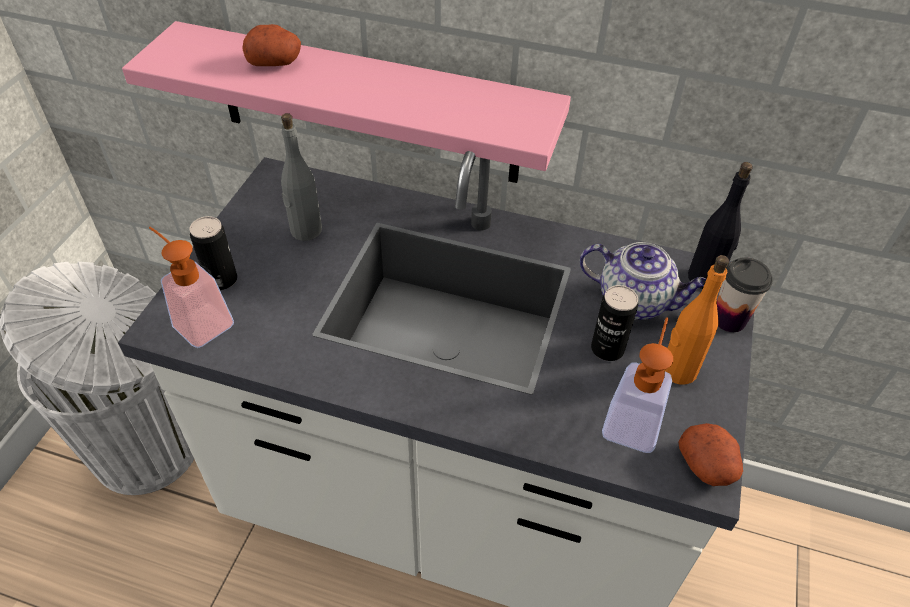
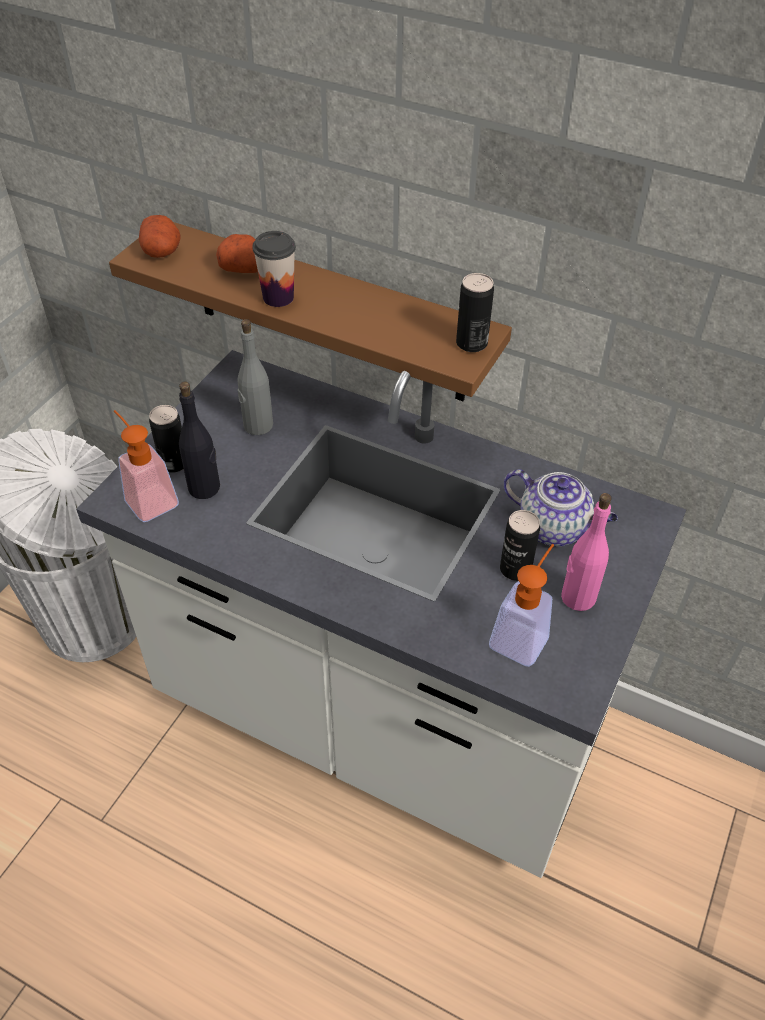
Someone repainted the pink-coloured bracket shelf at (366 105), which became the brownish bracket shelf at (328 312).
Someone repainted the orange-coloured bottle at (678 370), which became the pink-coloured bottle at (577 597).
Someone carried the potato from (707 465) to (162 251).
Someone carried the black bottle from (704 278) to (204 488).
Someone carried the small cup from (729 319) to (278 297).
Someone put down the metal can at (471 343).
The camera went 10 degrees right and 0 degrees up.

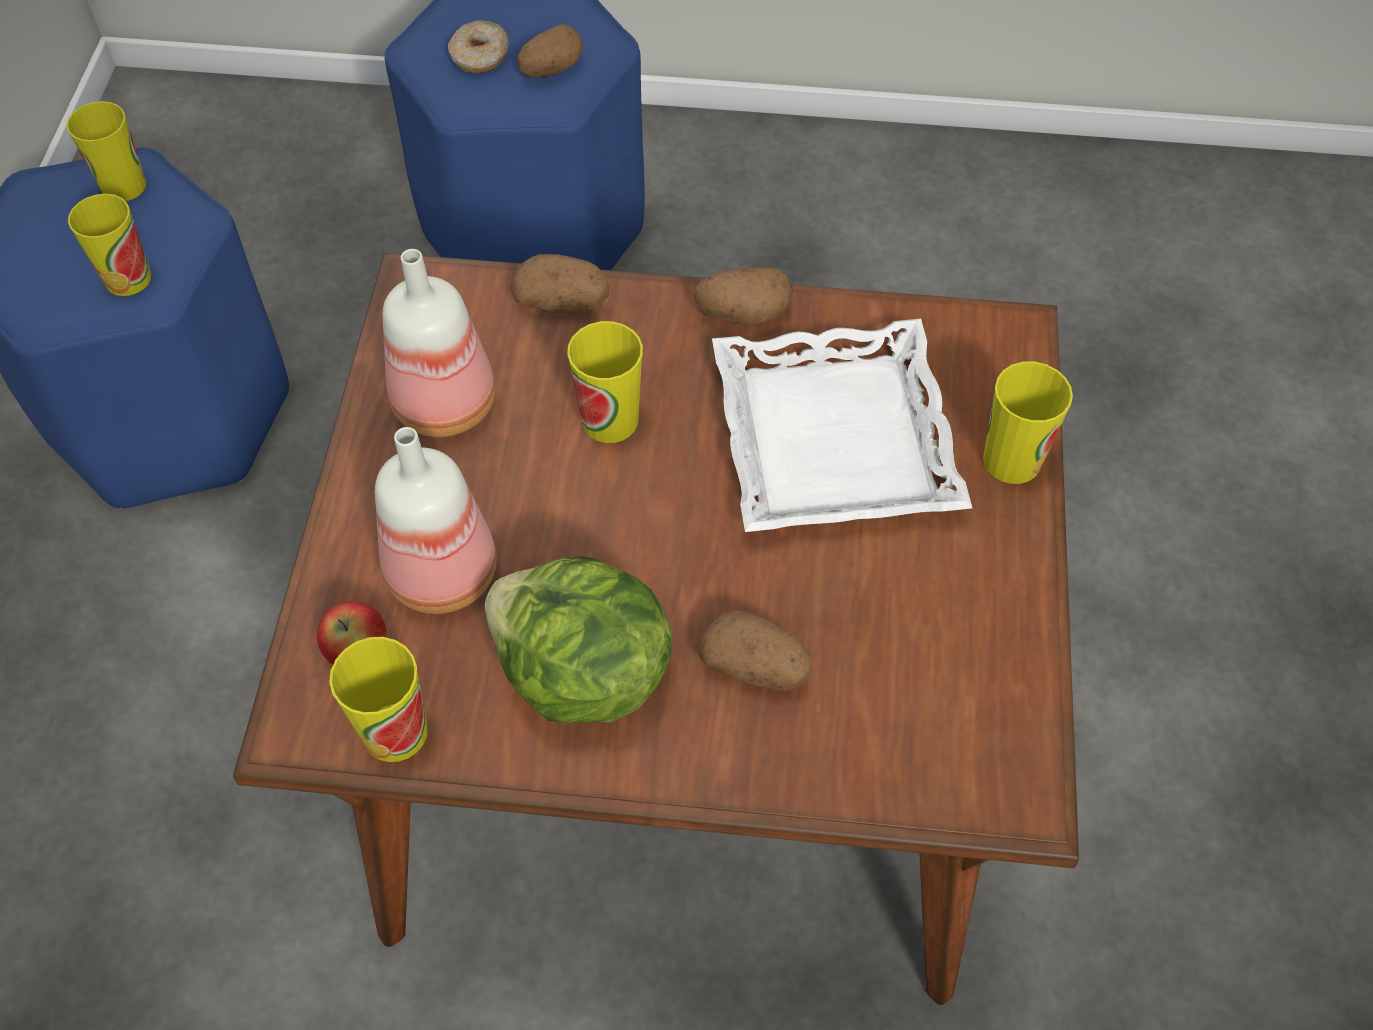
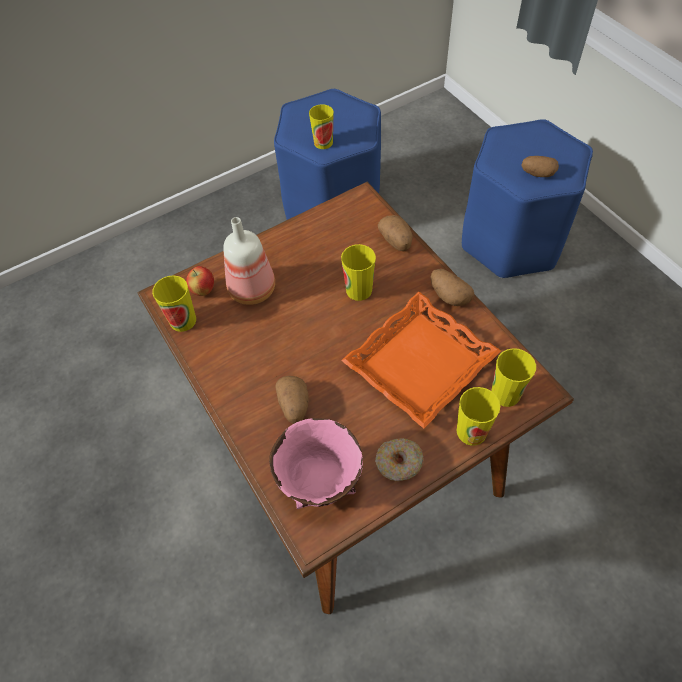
Someone carried the small cup from (124 186) to (505 393).
Someone took away the bottle at (444 401).
Someone carried the donut from (480 57) to (398 463).
Someone took away the lettuce at (582 675).
Someone repainted the white-coloured carrying tray at (832 438), which became the orange-coloured carrying tray at (419 362).
Someone put down the pink-coloured serving bowl at (321 482).
The camera went 55 degrees right and 0 degrees up.

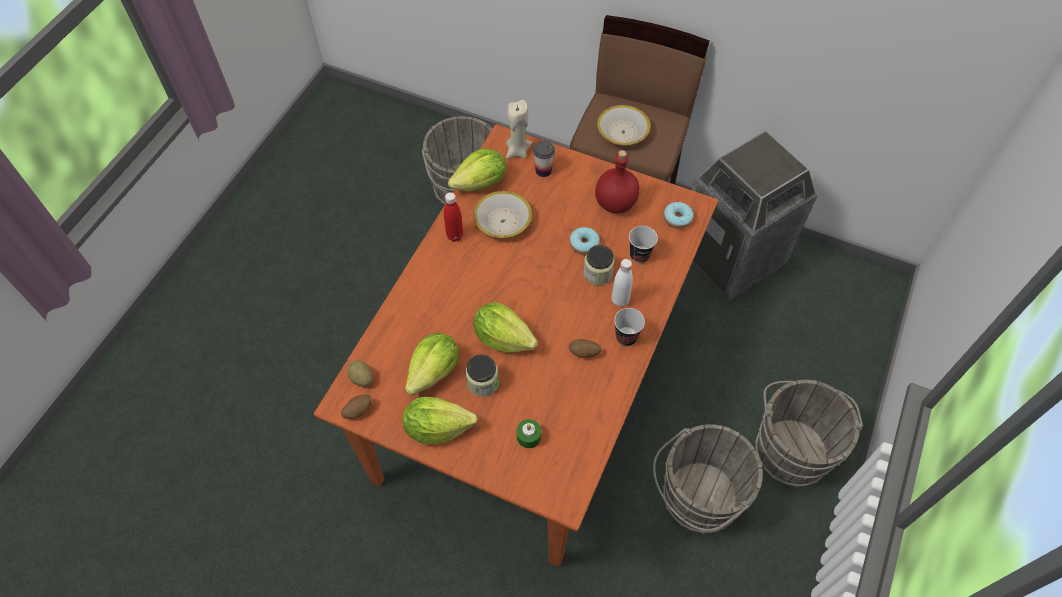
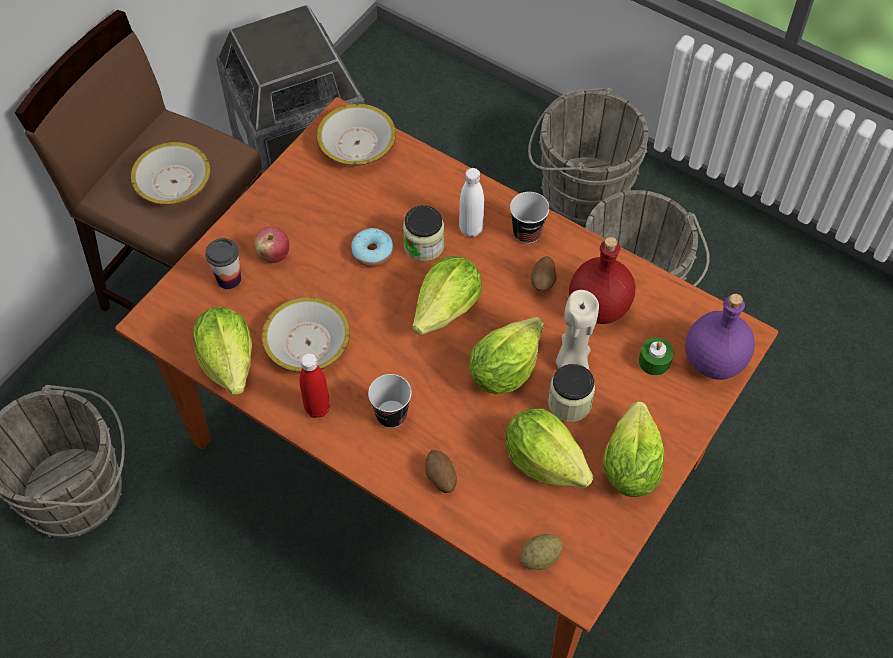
Someone carried the potato from (358 411) to (440 478).
Someone carried the sand-coloured wax candle from (517 151) to (572 358).
Someone carried the reddish bottle from (616 203) to (598 306).
Someone carried the small cup from (640 255) to (391 415).
Someone swapped the donut at (677 218) for the serving bowl at (357 144).
Someone put down the apple fruit at (273 255).
Someone put down the lettuce at (447 309).
Someone put down the purplish bottle at (712 361).
The camera went 80 degrees left and 0 degrees up.

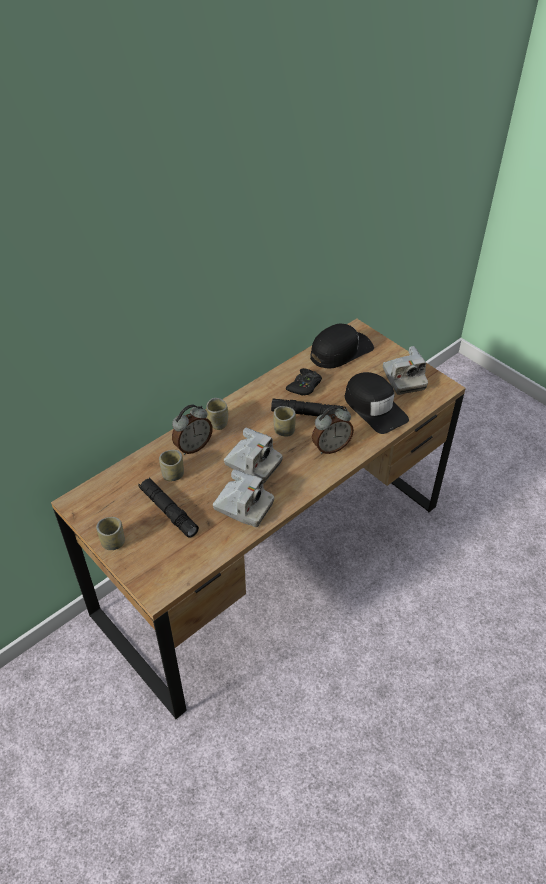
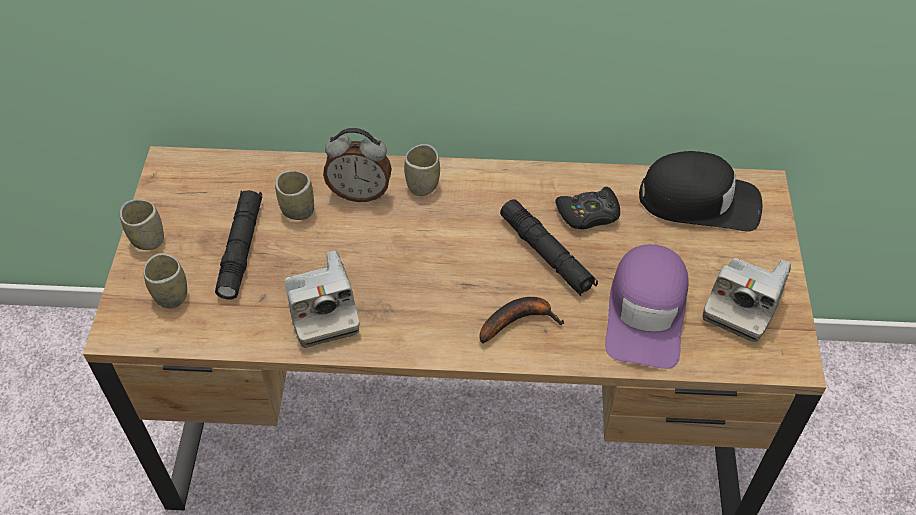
Someone took away the still camera at (253 464).
Someone carried the small cup from (284 430) to (171 295).
Someone swapped the alarm clock at (330 447) for the banana at (518 320).
Someone repainted the black baseball cap at (374 407), which became the purplish baseball cap at (646 313).
The camera went 45 degrees right and 5 degrees up.

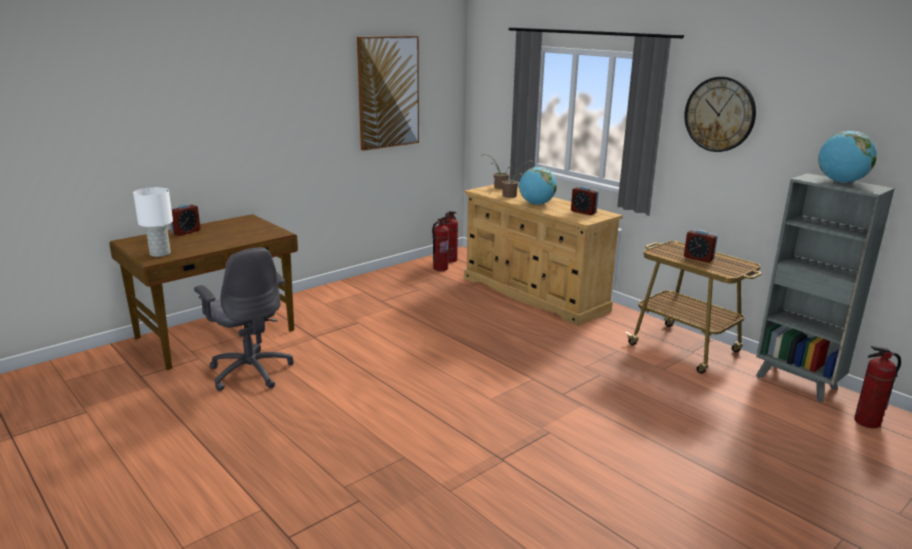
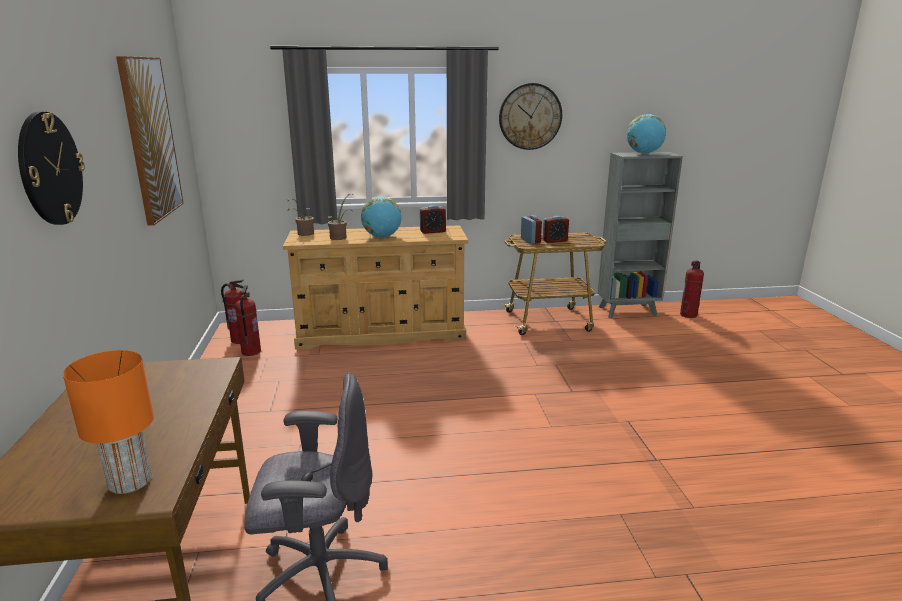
Someone repainted the white-coloured table lamp at (159 253), which became the orange-coloured table lamp at (128 482).
Someone carried the alarm clock from (186 232) to (530 241).
Someone put up the clock on the wall at (50 169).
The camera went 55 degrees left and 0 degrees up.

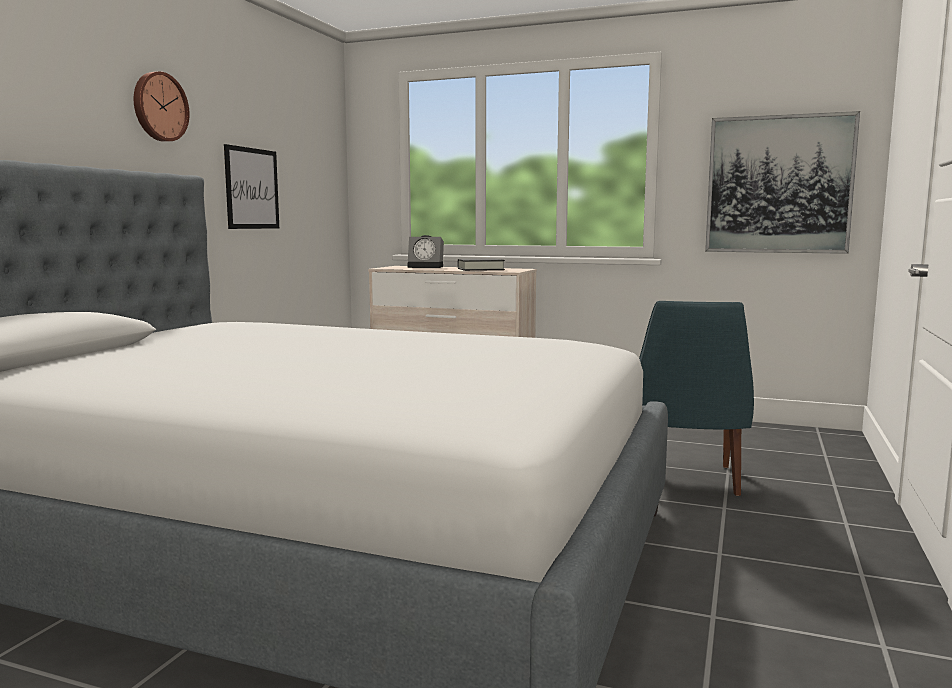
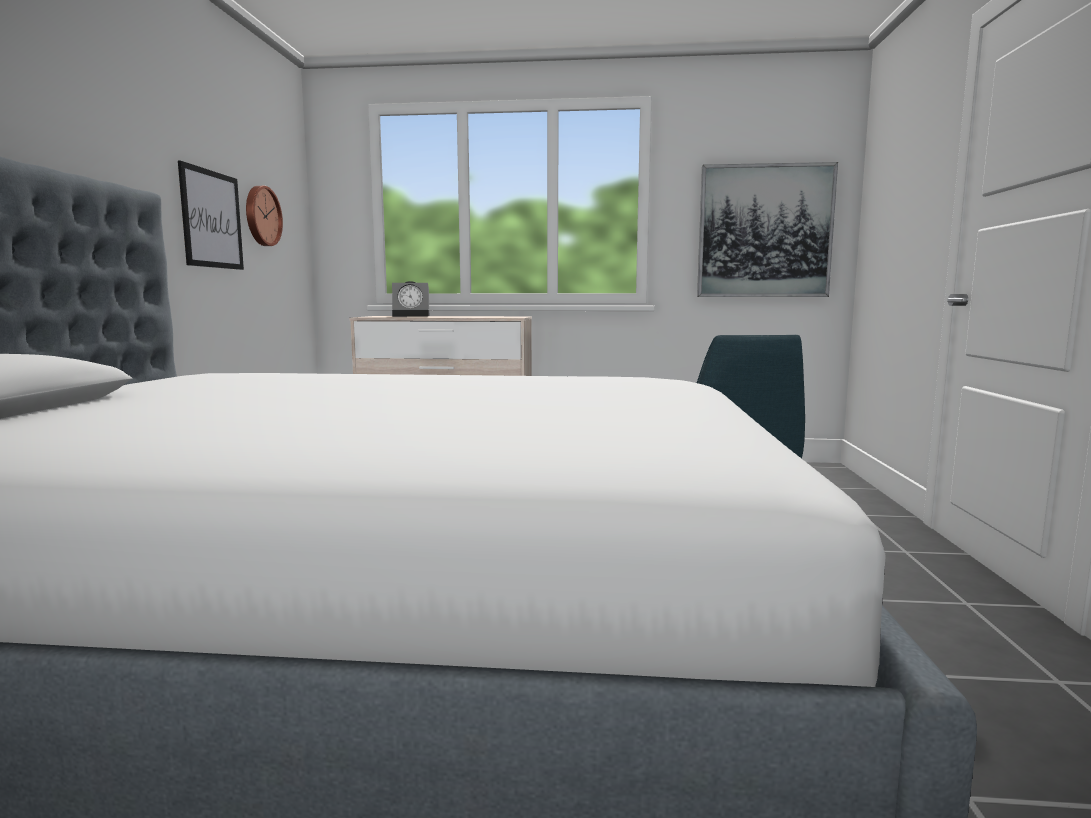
Someone carried the clock on the wall from (159 107) to (261 216).
Someone took away the black bound book at (480 269).
The camera went 15 degrees left and 0 degrees up.

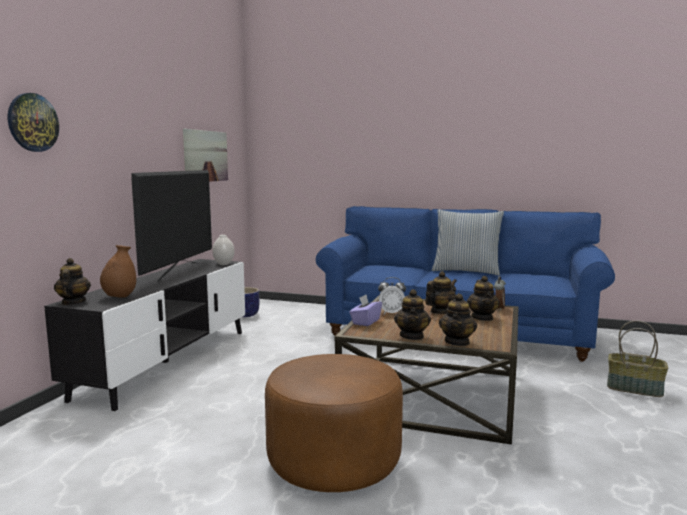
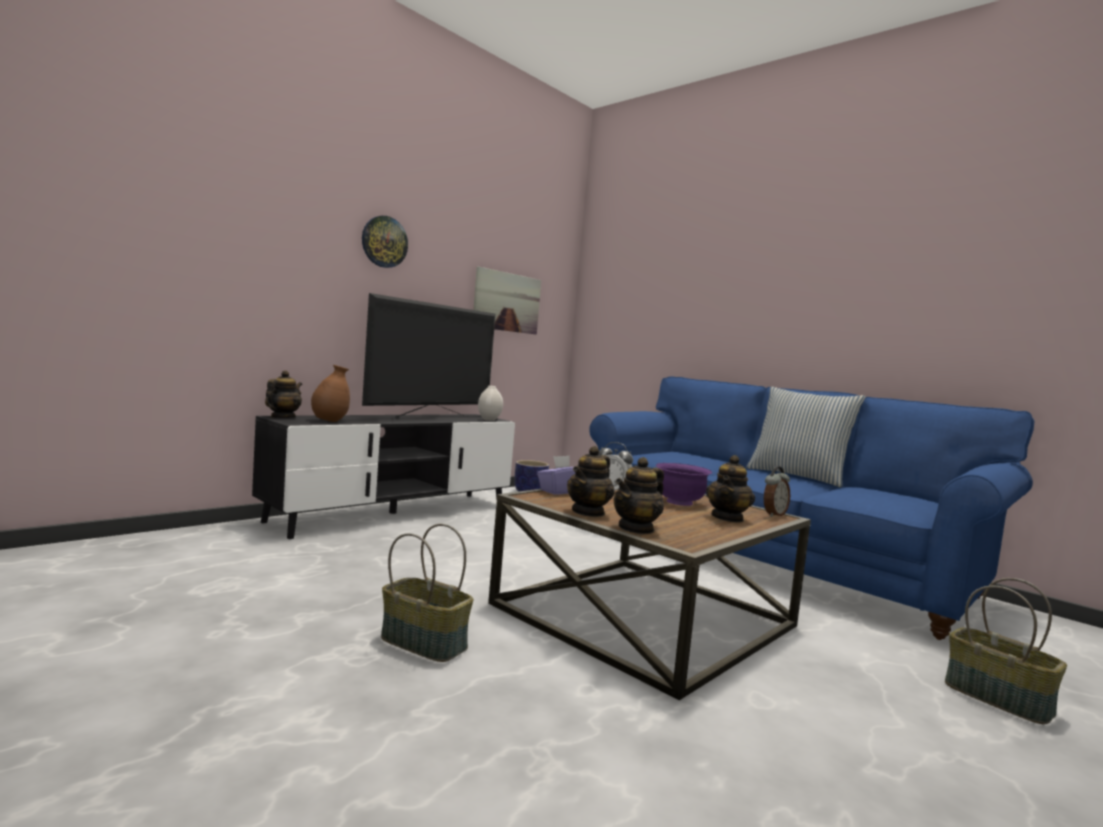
Someone carried the clock on the wall from (32 122) to (384 242).
Someone swapped the brownish ottoman at (334 460) for the household basket at (425 642).
Someone swapped the pot for tea at (440 312) for the purplish serving bowl at (679 502).
The camera went 25 degrees right and 5 degrees down.

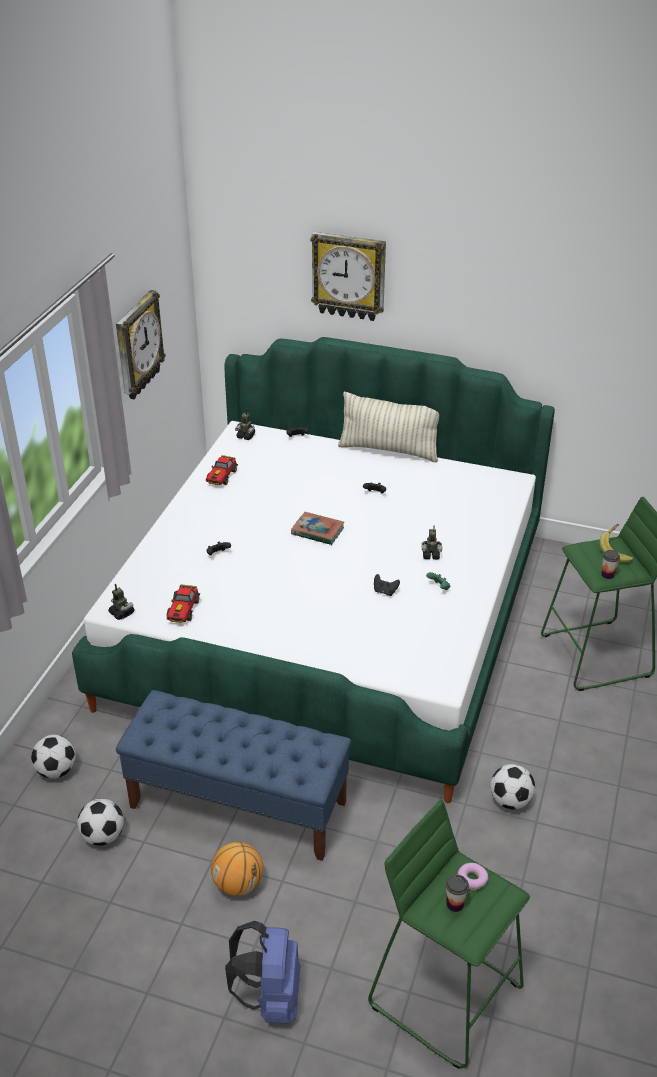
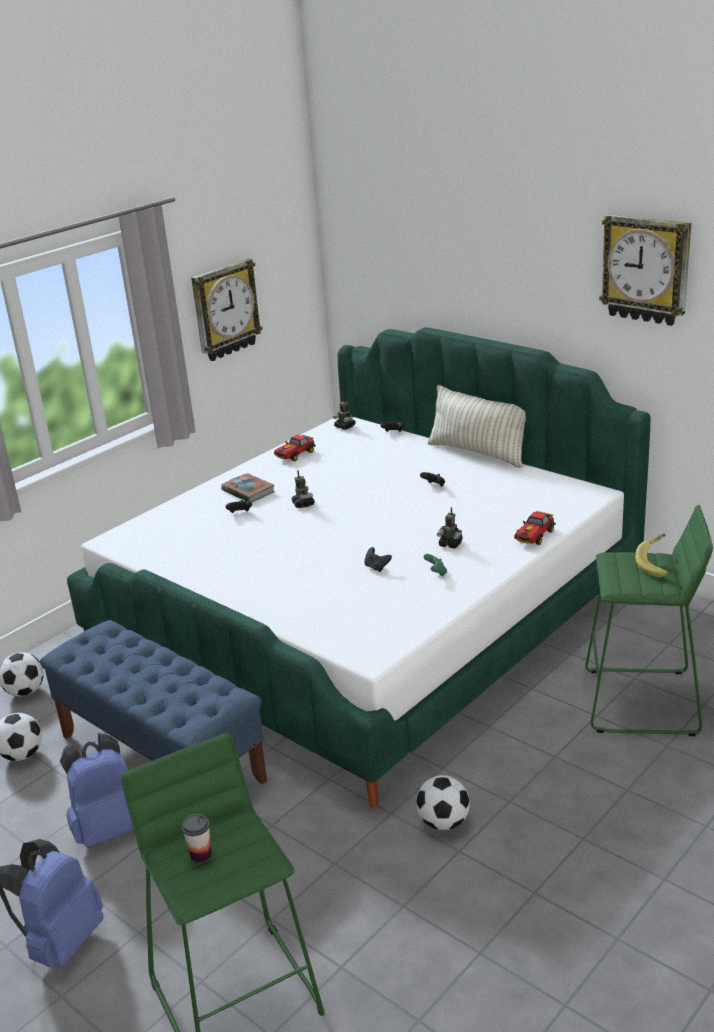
Someone carried the toy robot from (121 613) to (303 504).
Someone carried the model car from (183 611) to (534 536).
Someone swapped the ball for basketball at (238 884) for the blue backpack at (109 828).
Someone carried the bound book from (317 531) to (248 491).
Someone carried the clock on the wall from (349 276) to (646 269).
Someone took away the donut at (472 879).
Someone took away the small cup at (607 575).
The camera went 25 degrees right and 10 degrees down.

